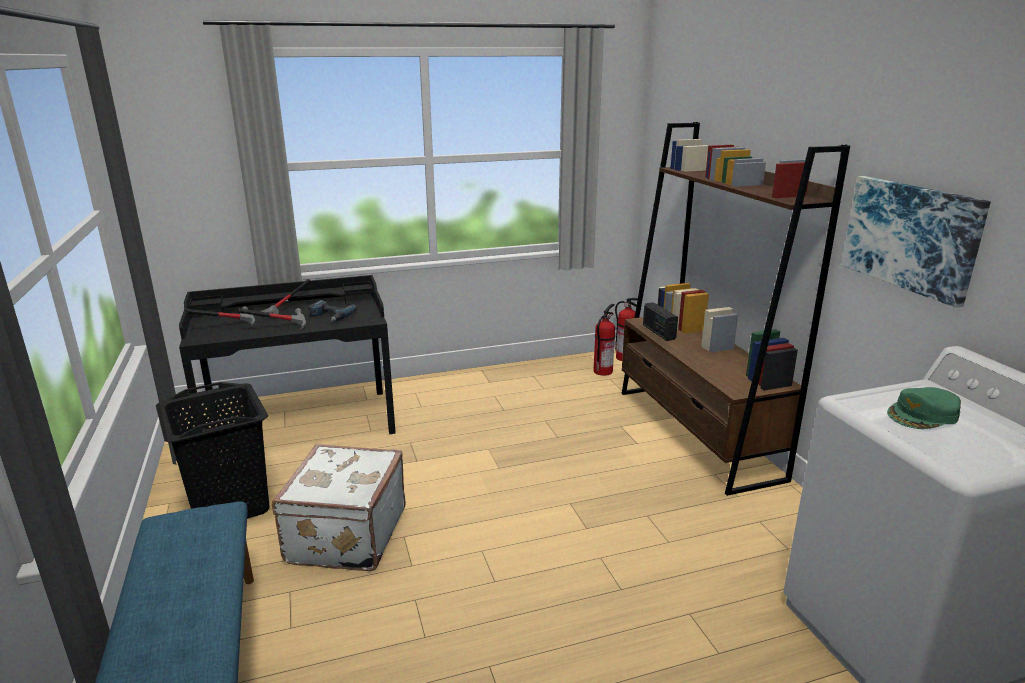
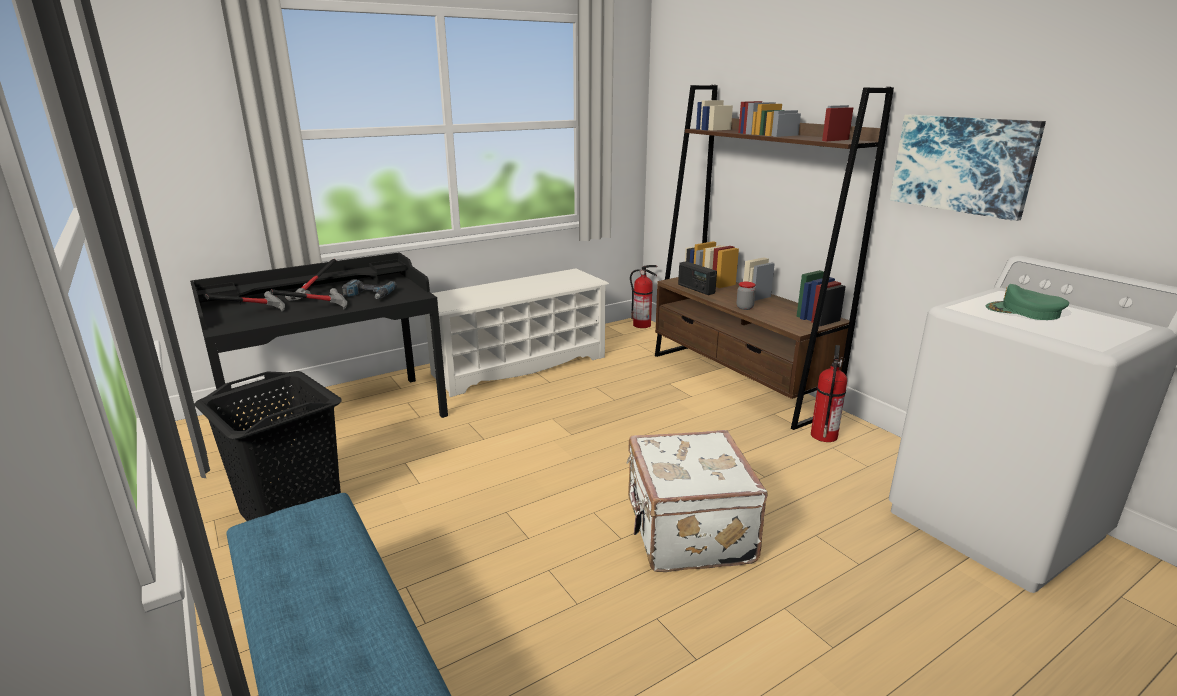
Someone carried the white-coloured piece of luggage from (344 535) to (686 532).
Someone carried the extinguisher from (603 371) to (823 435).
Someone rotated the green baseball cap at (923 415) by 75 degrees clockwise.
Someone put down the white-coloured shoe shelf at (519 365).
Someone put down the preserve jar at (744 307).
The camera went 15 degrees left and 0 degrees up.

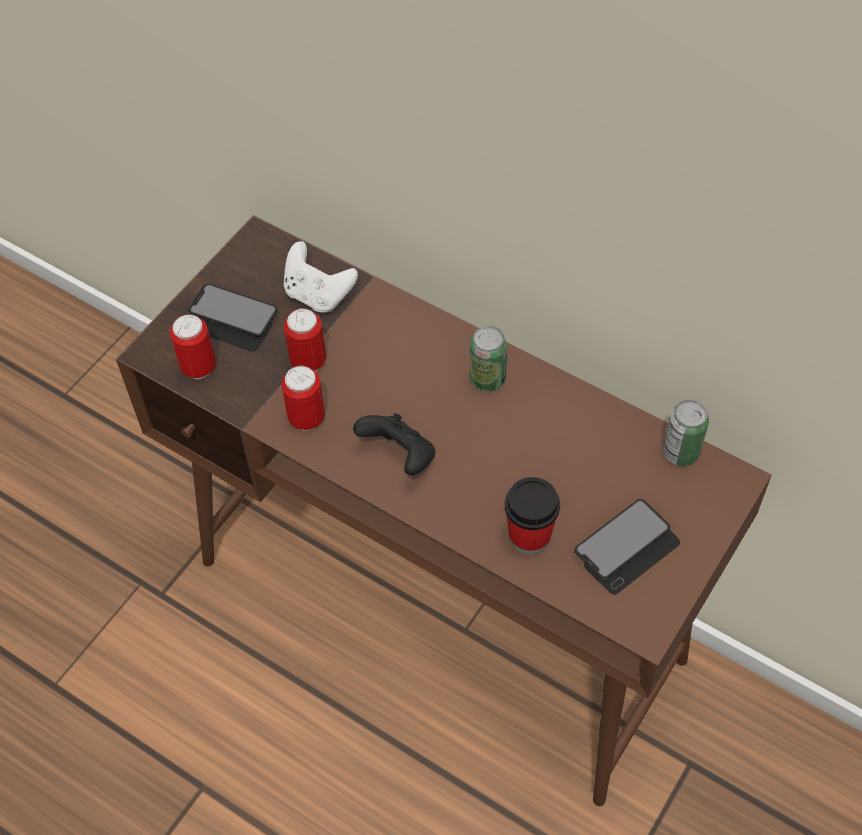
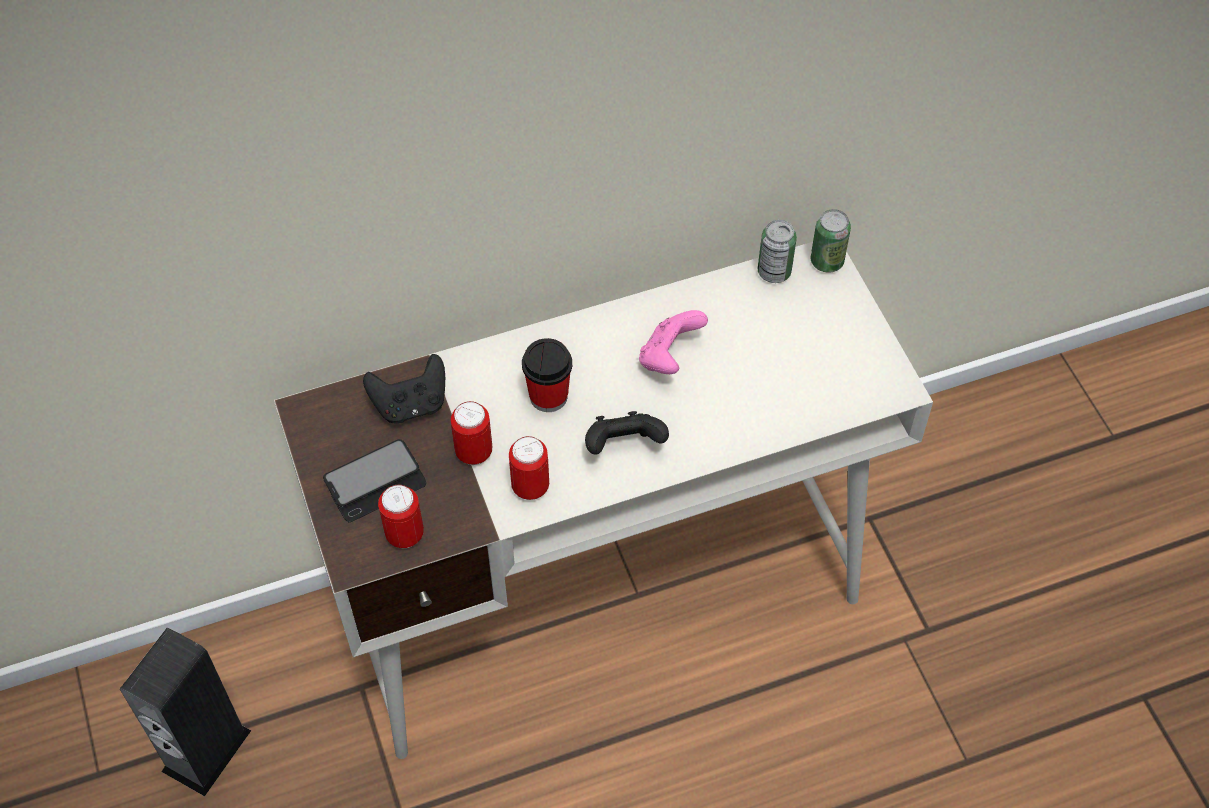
Someone repainted the brownish desk unit at (441 610), which became the white-coloured desk unit at (606 599).
Someone repainted the white-coloured joypad at (318 295), which became the black joypad at (410 404).
Someone carried the metal can from (487 379) to (827 261).
Someone carried the small cup from (529 536) to (548 396).
Someone took away the handset at (627 548).
Someone put down the loudspeaker at (206 751).
Someone put down the pink-coloured joypad at (669 357).
The camera went 55 degrees left and 0 degrees up.

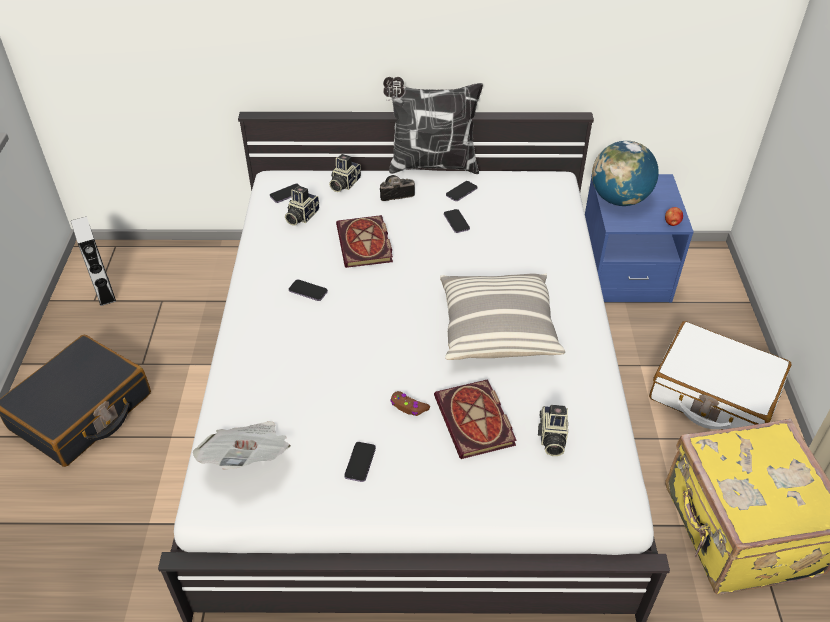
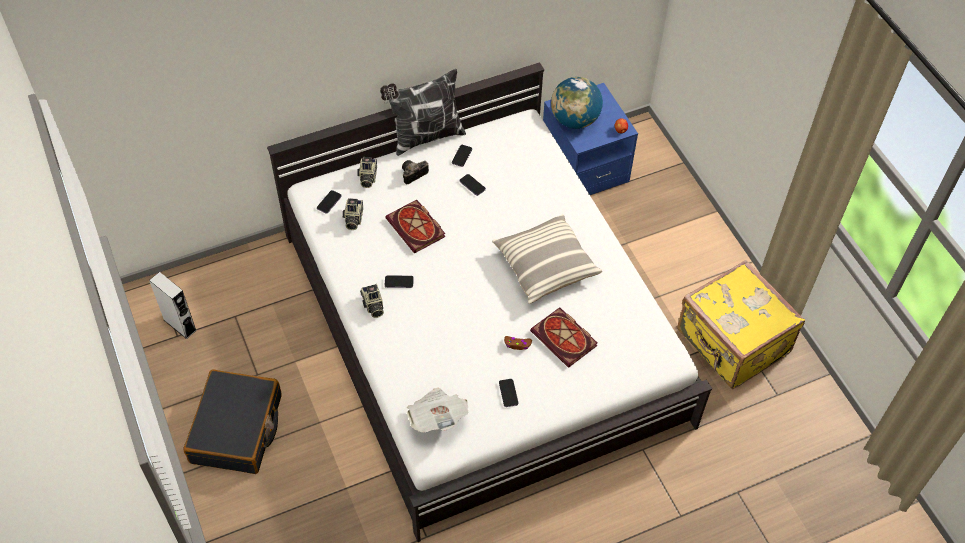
Someone carried the still camera from (551 438) to (373 306).
Someone took away the white-coloured piece of luggage at (713 394).
The camera went 25 degrees left and 10 degrees up.

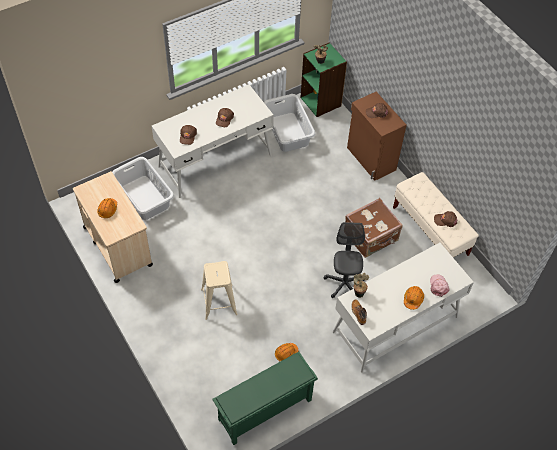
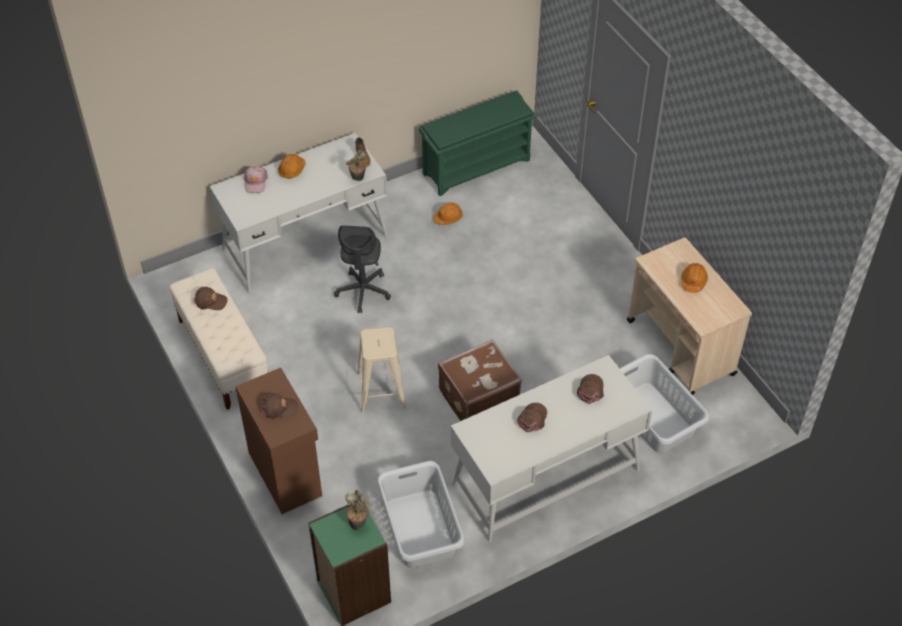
Someone carried the sand-coloured stool seat from (219 302) to (381 390).
Someone carried the brownish piece of luggage from (371 237) to (477 397).
The camera went 175 degrees left and 5 degrees down.

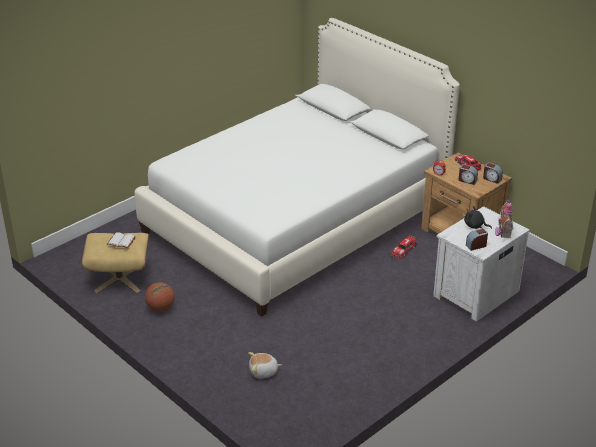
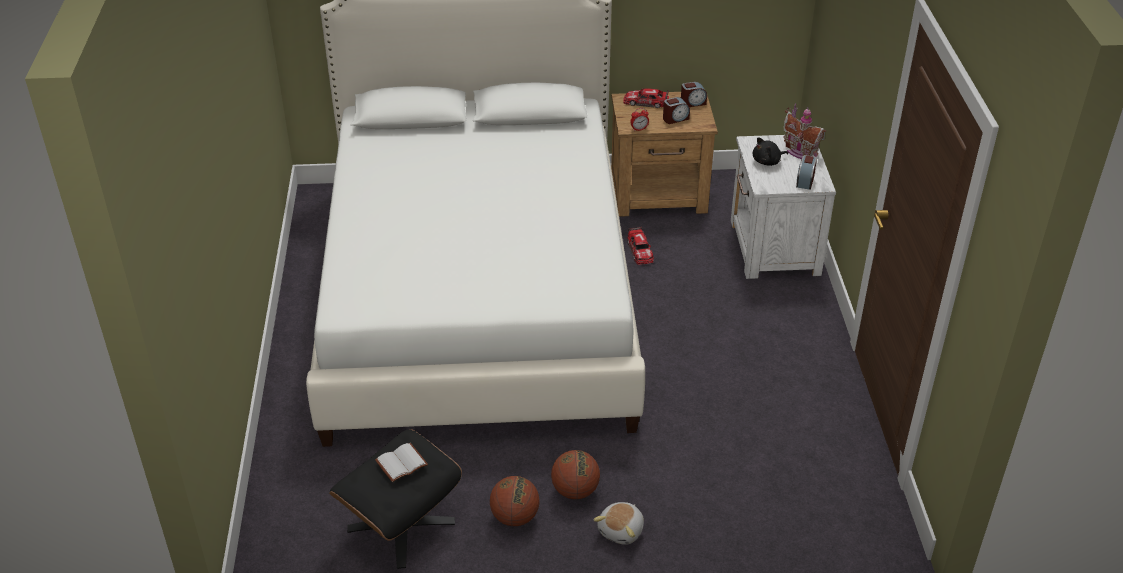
Someone repainted the sand-coloured ottoman at (120 279), which became the black ottoman at (401 525).
Someone carried the cuddly toy from (263 372) to (622 530).
Someone put down the ball for basketball at (575 491).
The camera went 50 degrees left and 5 degrees up.

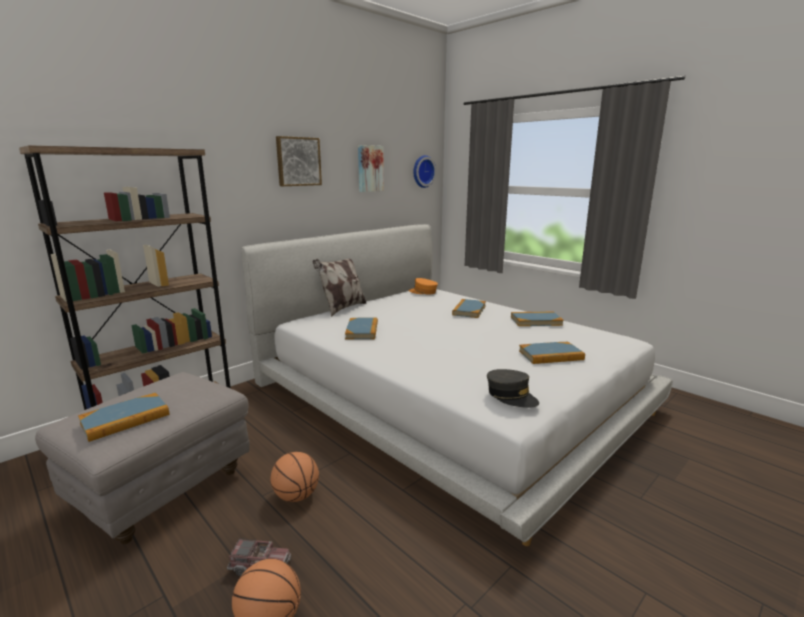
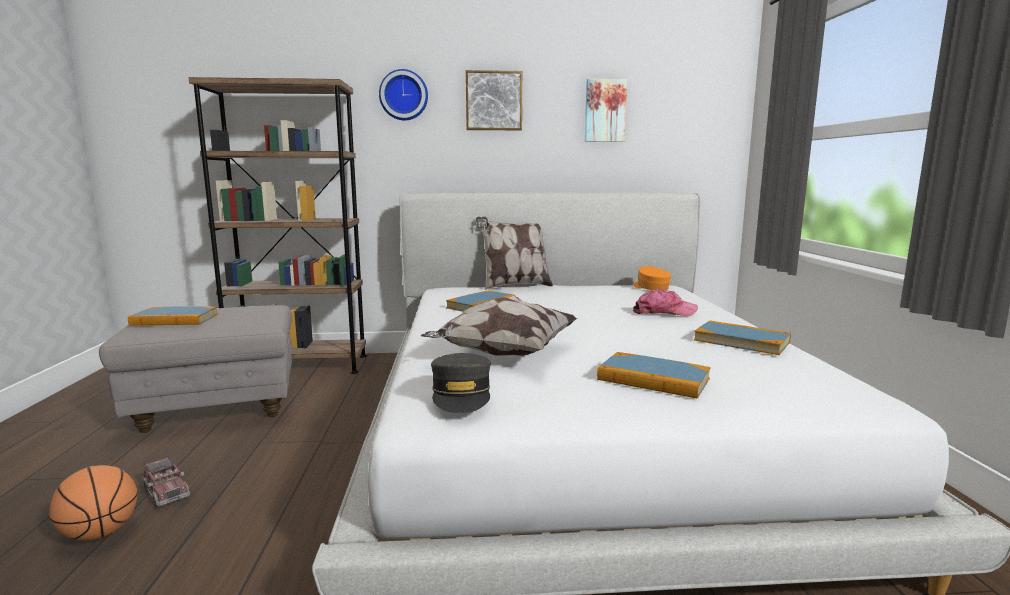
Someone took away the ball for basketball at (296 496).
Someone carried the clock on the wall from (422 171) to (404 95).
Someone swapped the bound book at (469 310) for the baseball cap at (663 312).
Someone put down the pillow at (502 354).
The camera went 40 degrees right and 5 degrees down.

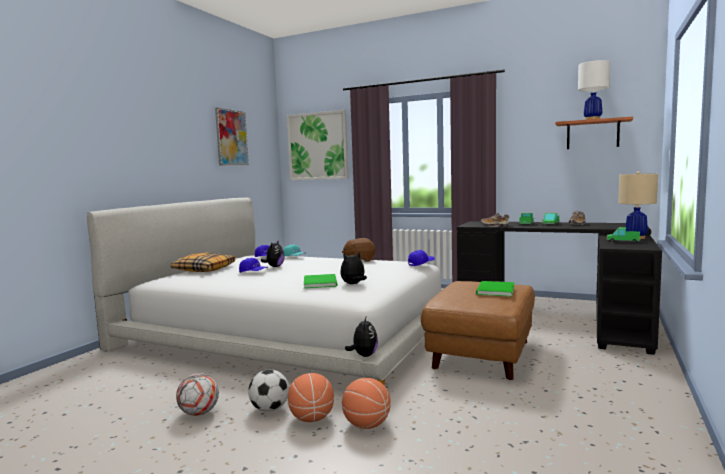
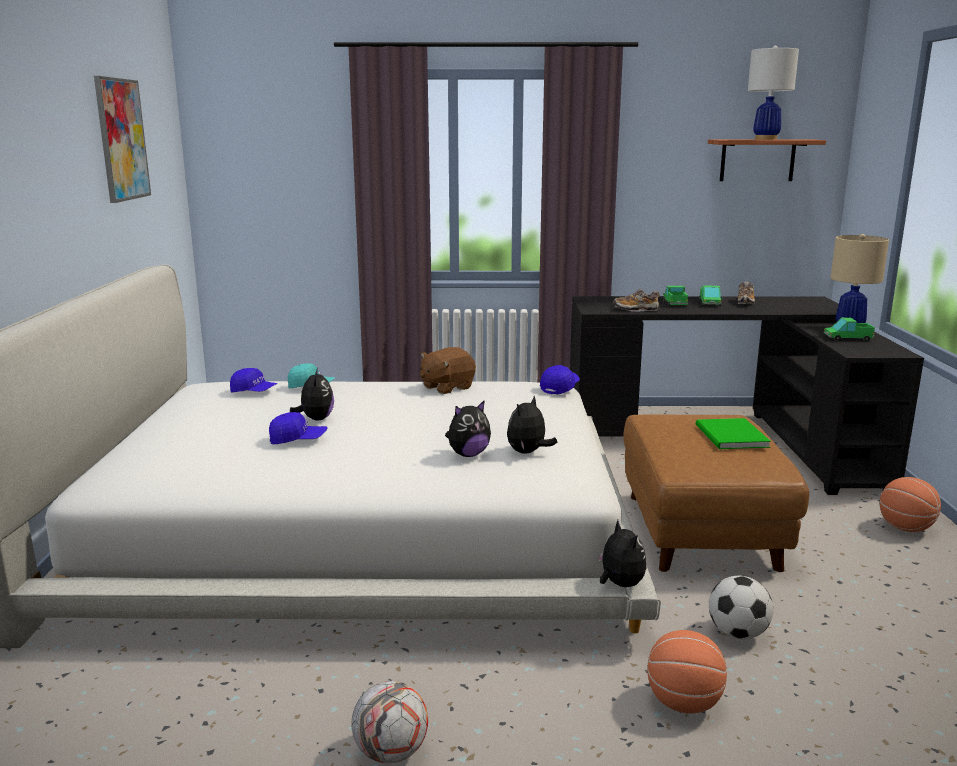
Someone took away the pillow at (204 269).
Someone carried the ball for football from (270 409) to (737 633).
Someone took away the picture at (317 146).
Someone carried the ball for basketball from (312 418) to (906 528).
Someone swapped the green bound book at (321 282) for the cuddly toy at (468 454).
The camera went 25 degrees left and 10 degrees up.

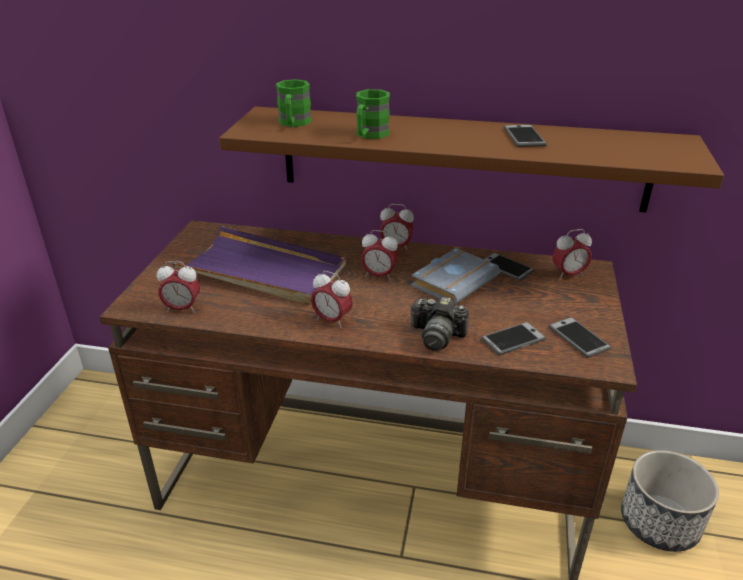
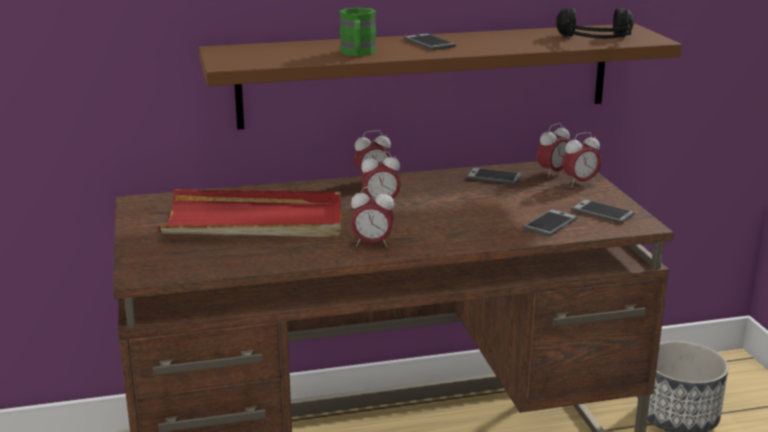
Someone carried the alarm clock from (182 309) to (579 182).
Someone repainted the purplish carrying tray at (263 270), which became the reddish carrying tray at (255 221).
Someone took away the green tea mug at (293 124).
Someone took away the still camera at (437 336).
Someone took away the greyish bound book at (453 280).
Someone carried the handset from (524 137) to (429 43).
Someone put down the black headphones at (596 40).
The camera went 25 degrees left and 10 degrees down.

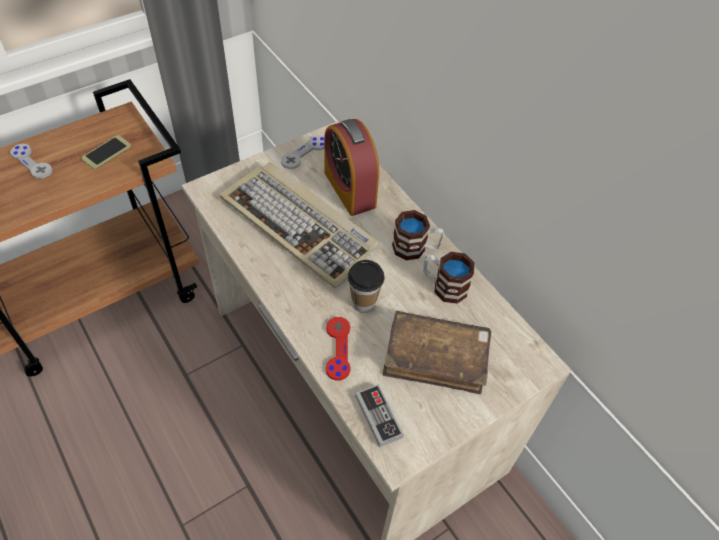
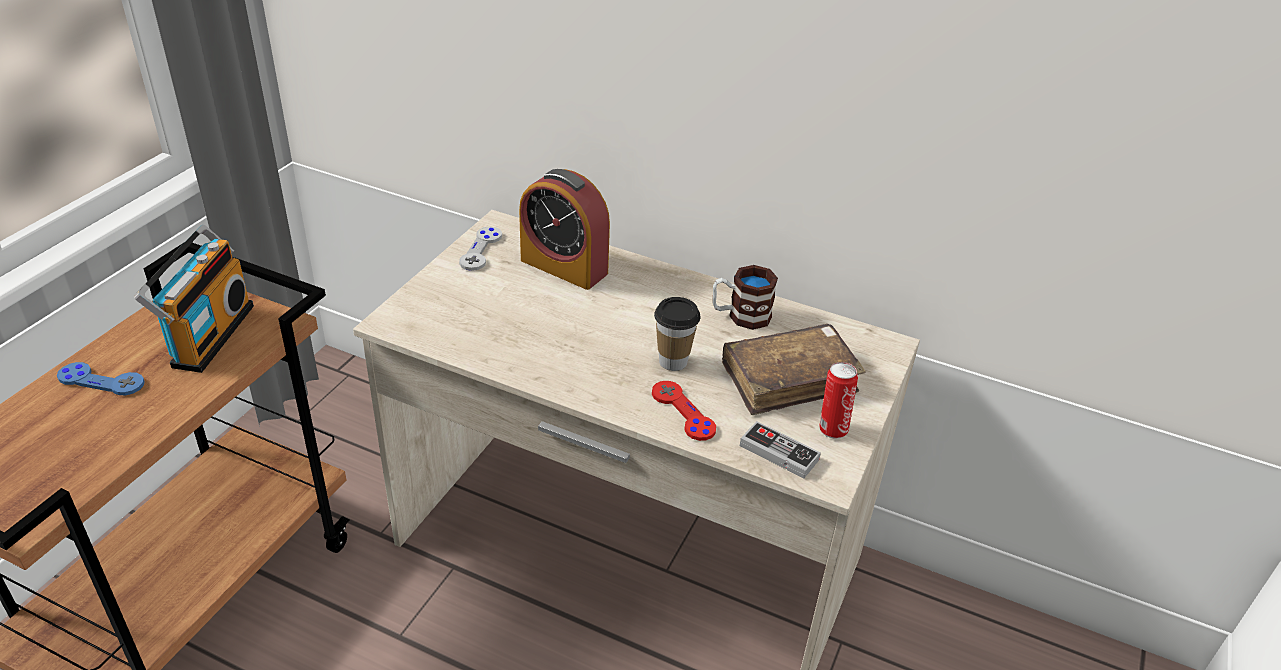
Someone repainted the greyish joypad at (31 162), which became the blue joypad at (101 380).
Someone swapped the handset at (107 152) for the radio receiver at (208 335).
Someone took away the keyboard at (300 226).
Someone took away the tea mug at (416 248).
Someone put down the metal can at (832 429).
The camera went 30 degrees left and 15 degrees down.

